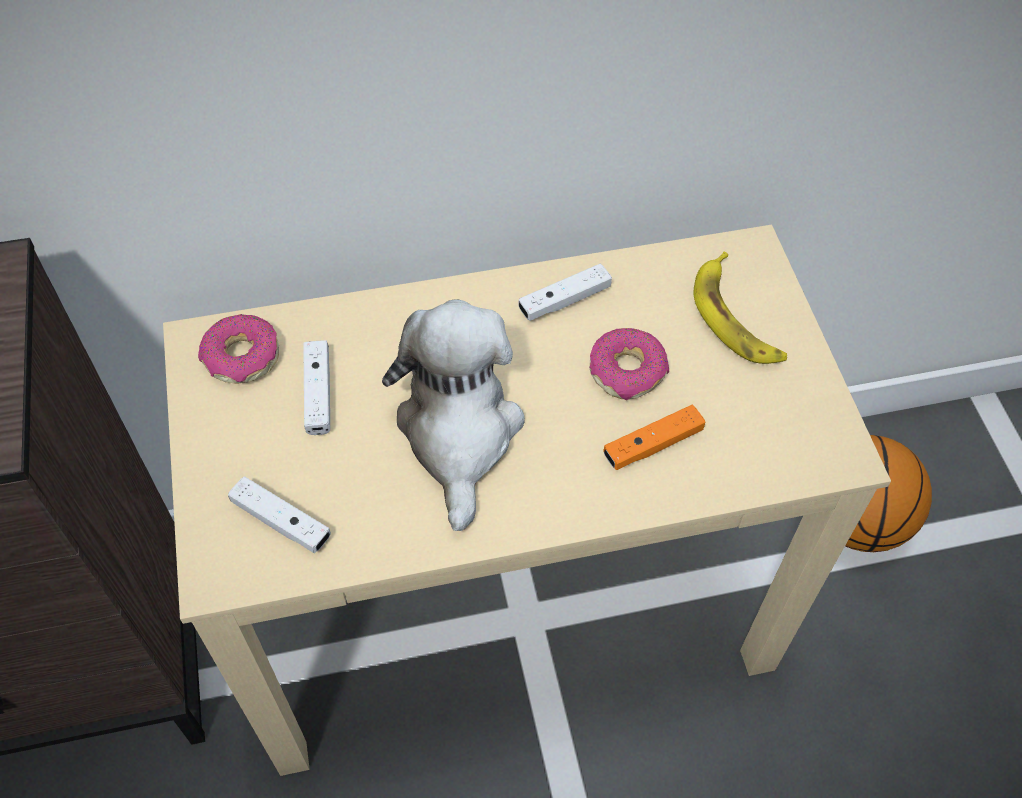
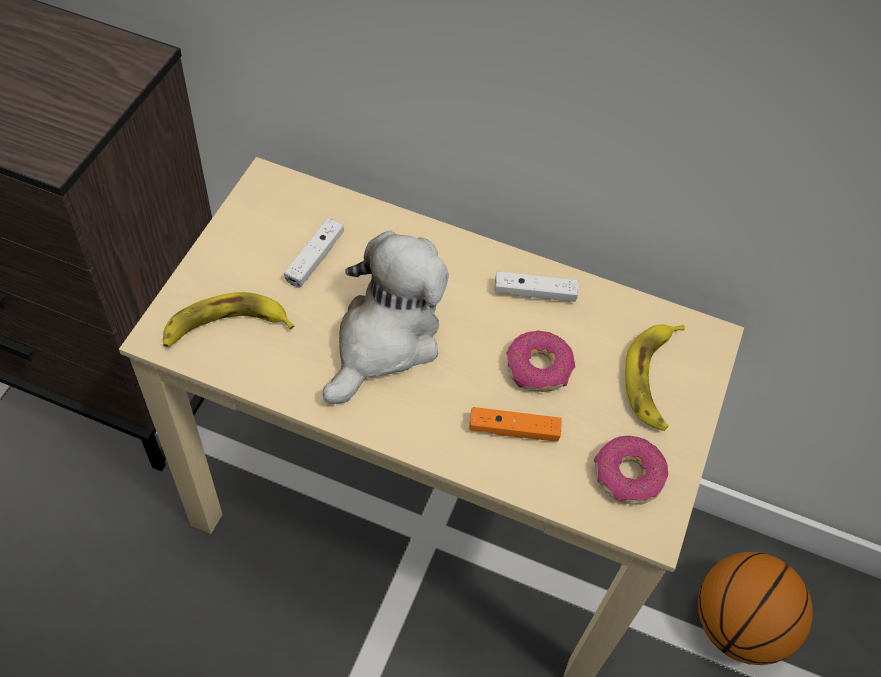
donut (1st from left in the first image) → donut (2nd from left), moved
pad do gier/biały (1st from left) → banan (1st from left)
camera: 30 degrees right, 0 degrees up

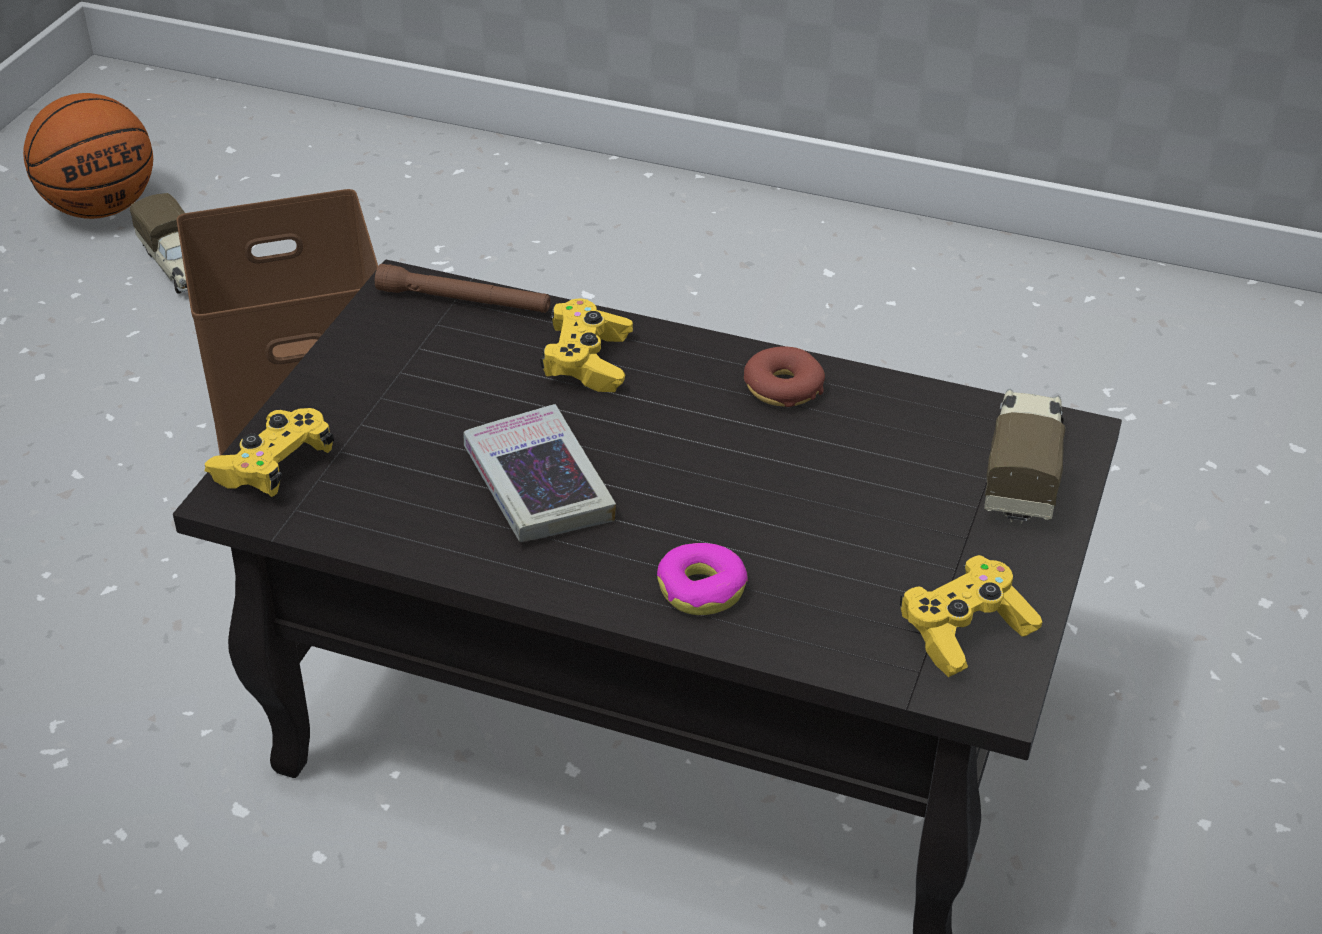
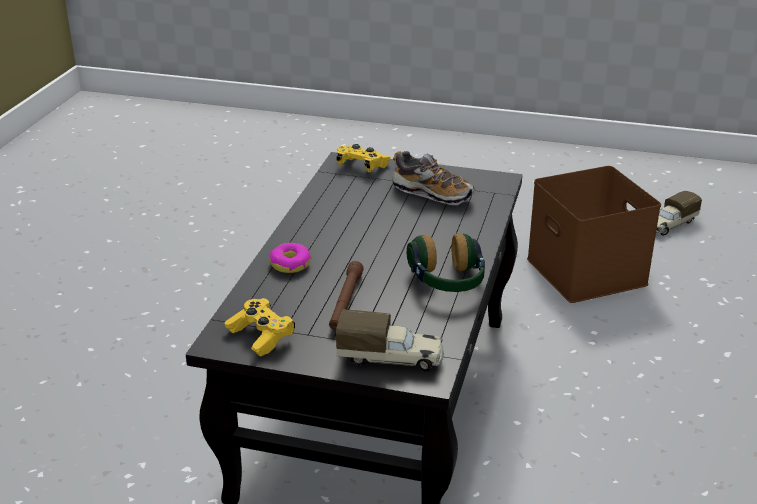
piłka do koszykówki → -
latarka/brązowy, moved
książka → -
pad do gier/żółty (2nd from left) → -
donut (2nd from left) → słuchawki
- → but
camera: 85 degrees right, 10 degrees down

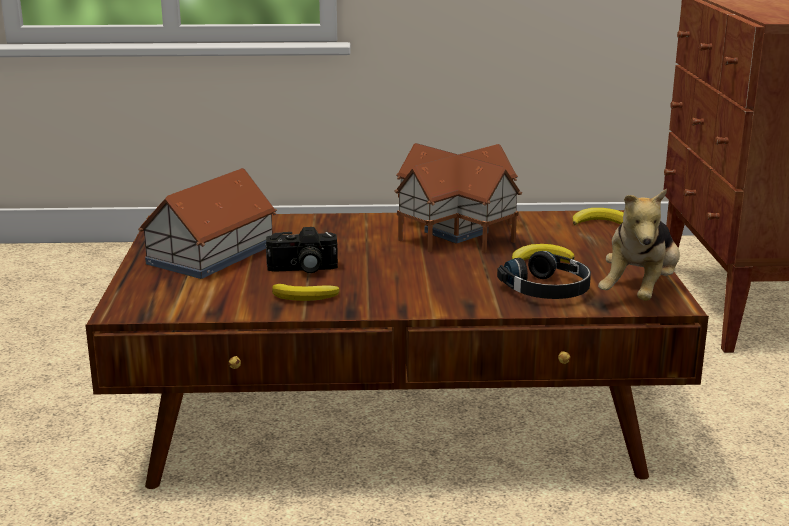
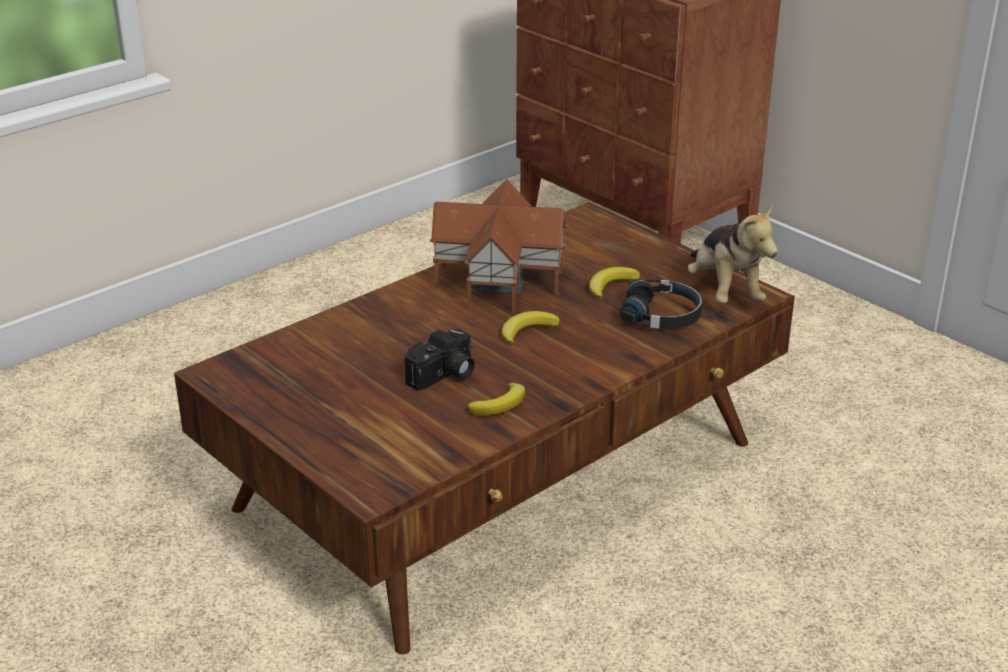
domek (1st from left) → -
banan (3rd from left in the first image) → banan (2nd from left), moved
camera: 40 degrees left, 10 degrees up

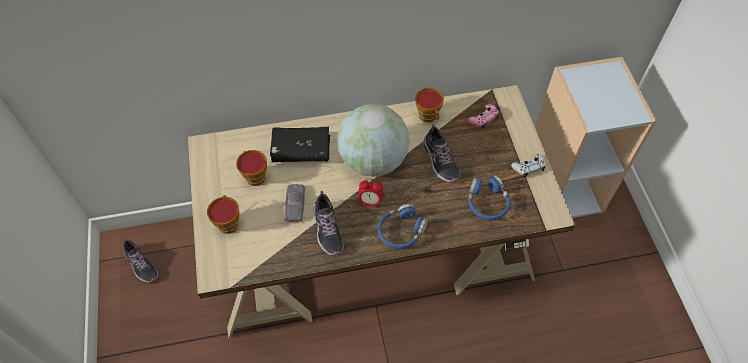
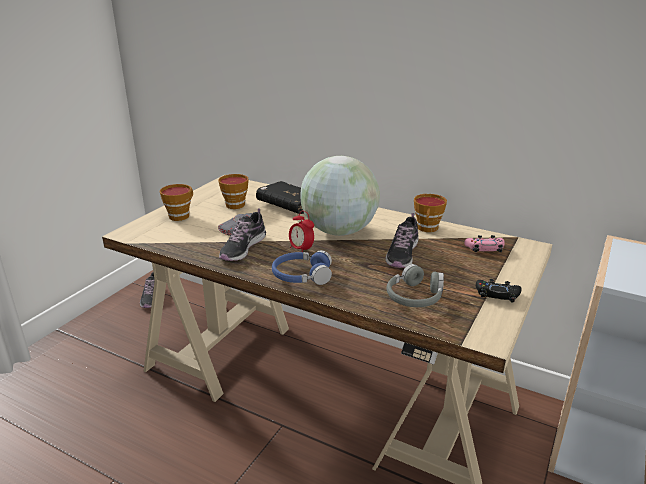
słuchawki/niebieski (2nd from left) → słuchawki/szary
pad do gier/biały → pad do gier/czarny
camera: 40 degrees right, 30 degrees down

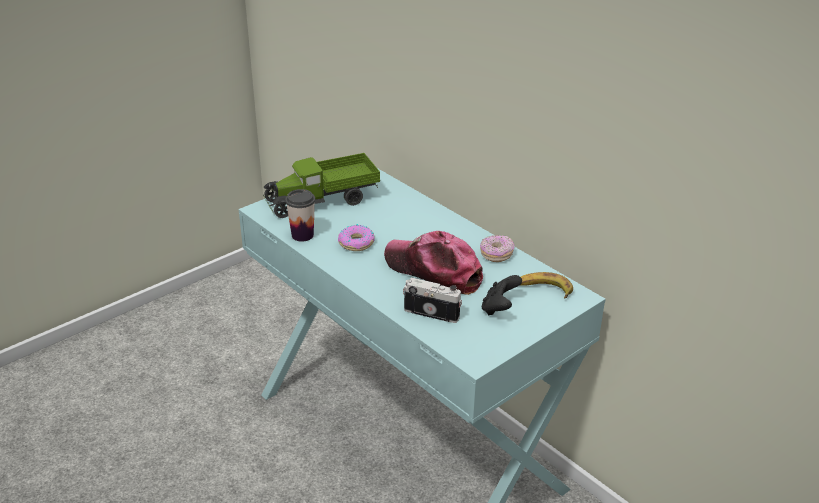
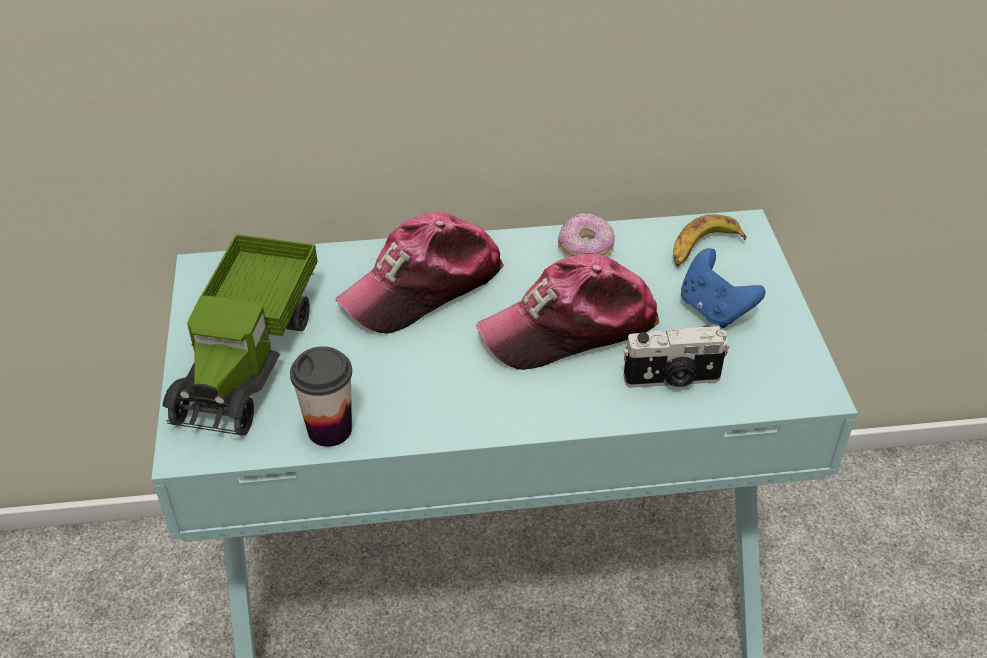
donut (1st from left) → -
aparat fotograficzny, 150 degrees counterclockwise
pad do gier/czarny → pad do gier/niebieski
- → czapka z daszkiem (1st from left)
camera: 55 degrees left, 10 degrees up

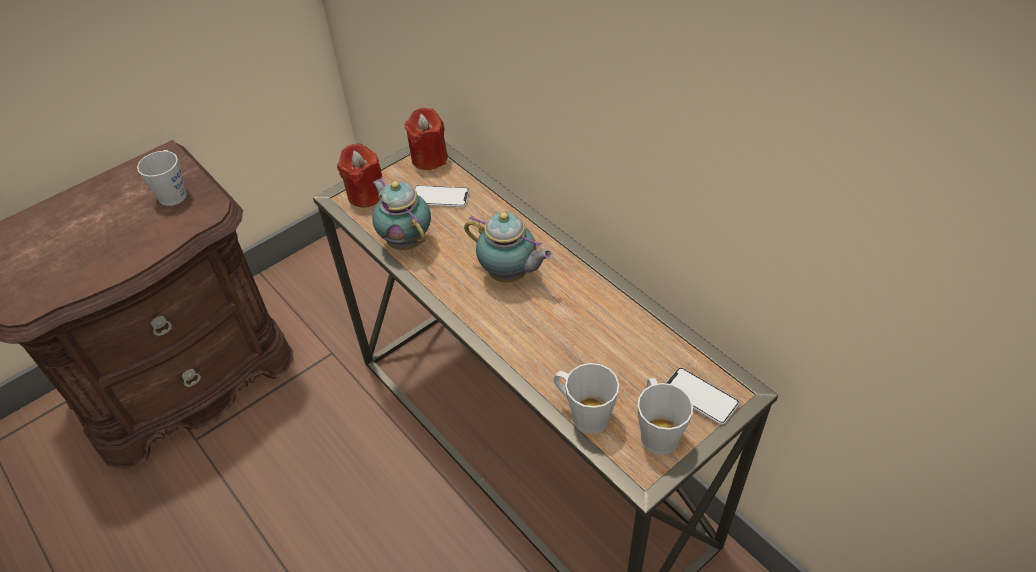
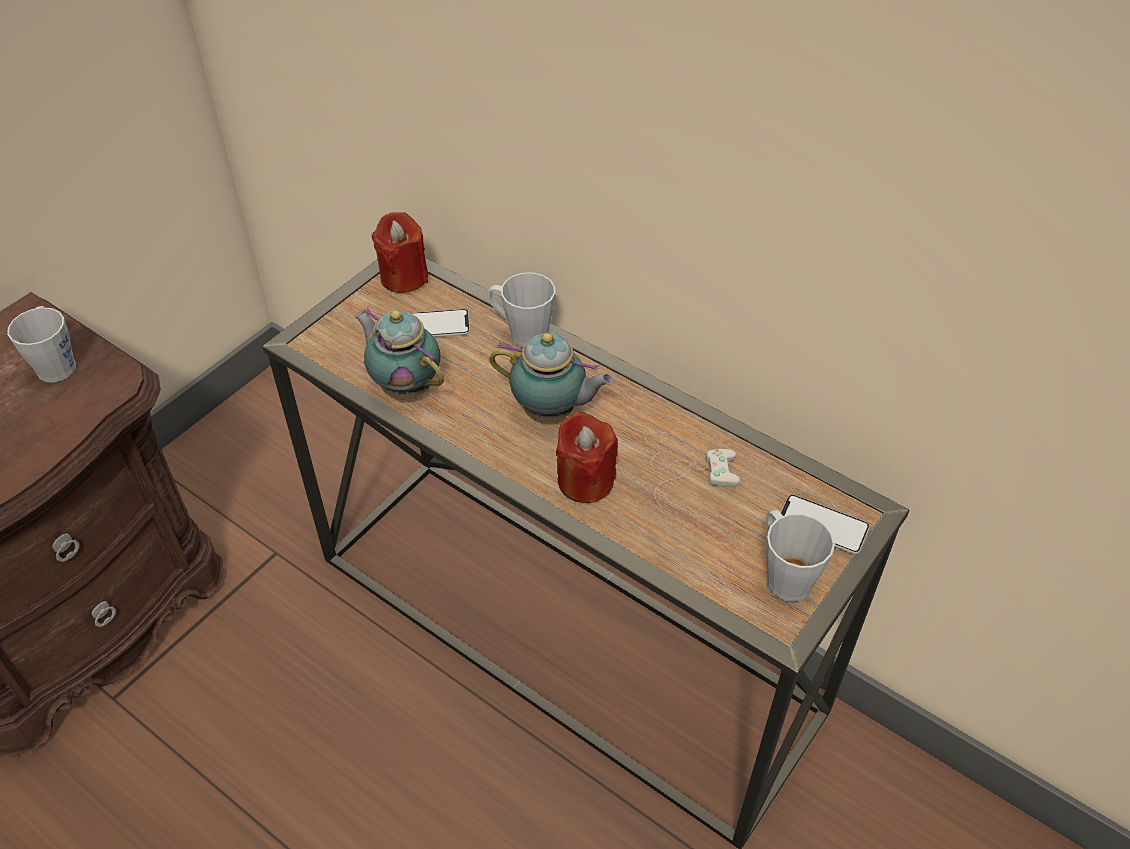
świeca/czerwony (1st from left in the first image) → świeca/czerwony (2nd from left), moved
kubek/szary (2nd from left), moved
- → pad do gier/biały
camera: 15 degrees left, 0 degrees up

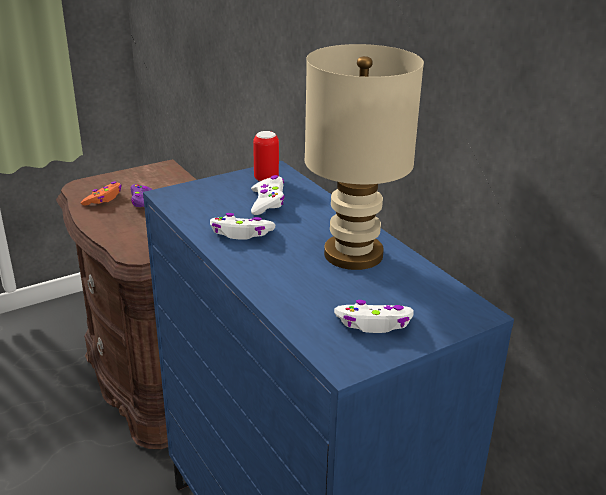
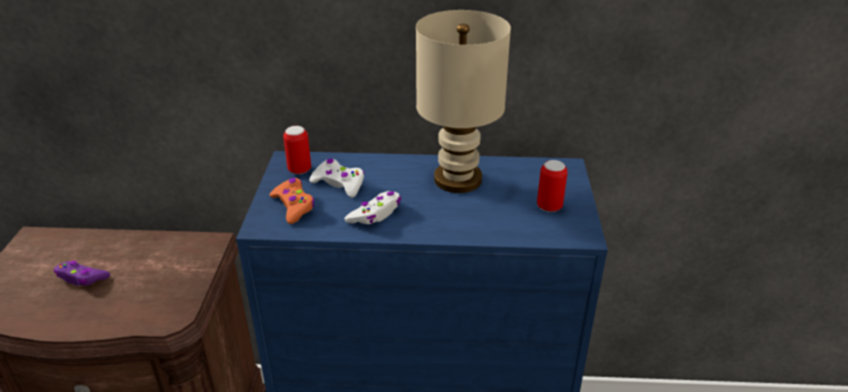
pad do gier/pomarańczowy, moved
pad do gier/biały (3rd from left) → puszka (2nd from left)
camera: 55 degrees left, 5 degrees up

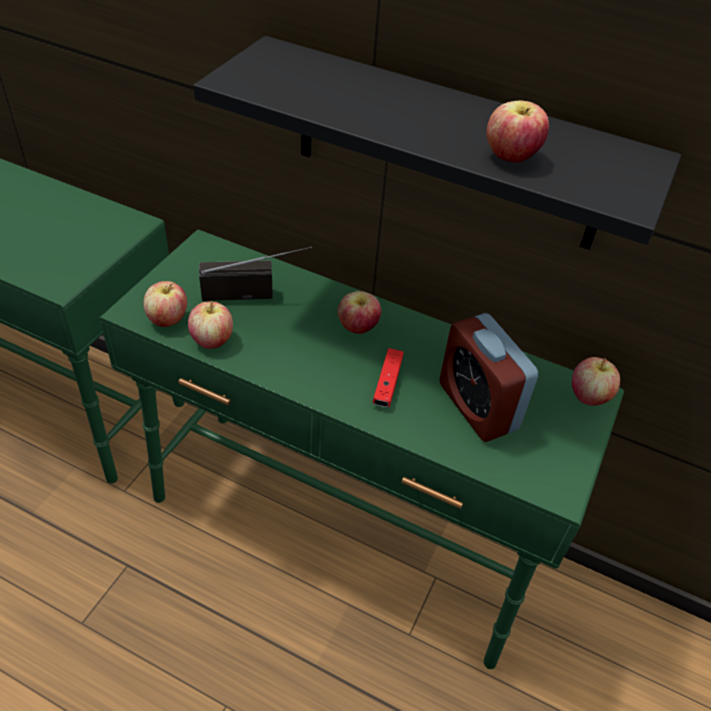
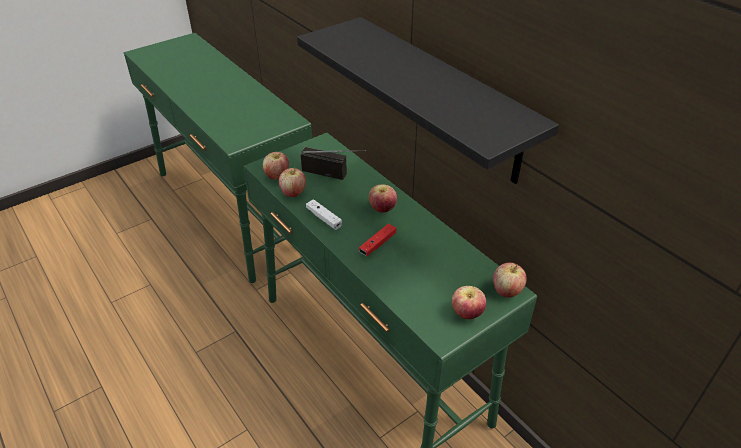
budzik → -
jabłko (4th from left), moved
- → pad do gier/biały
camera: 30 degrees right, 5 degrees down

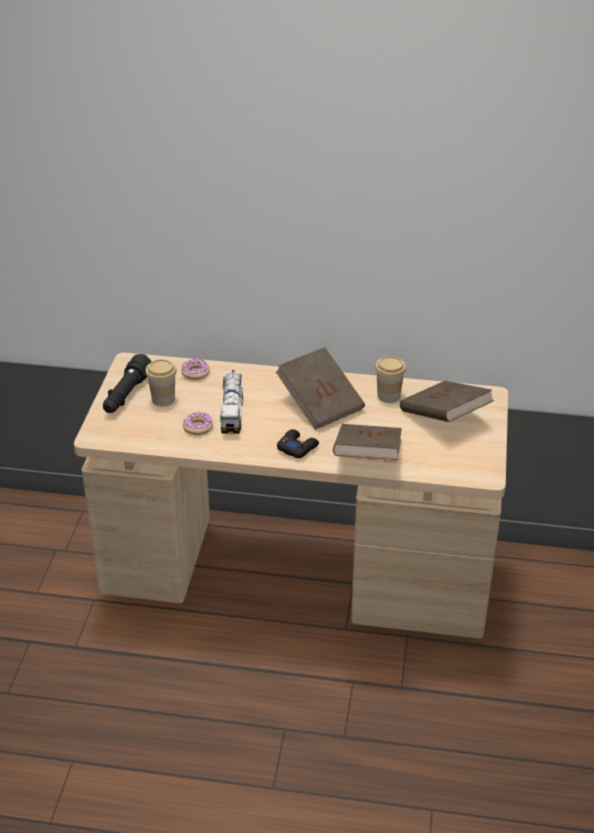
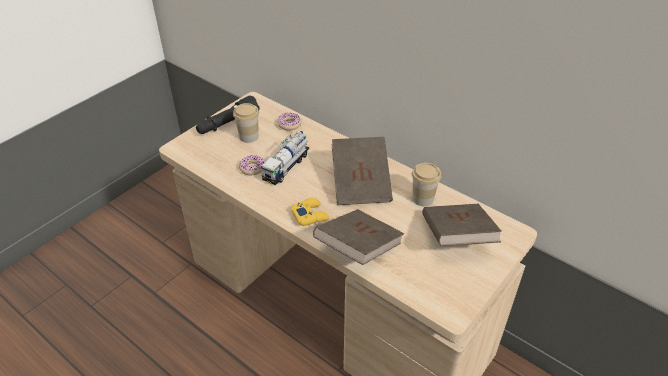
pad do gier/czarny → pad do gier/żółty
camera: 30 degrees right, 5 degrees up

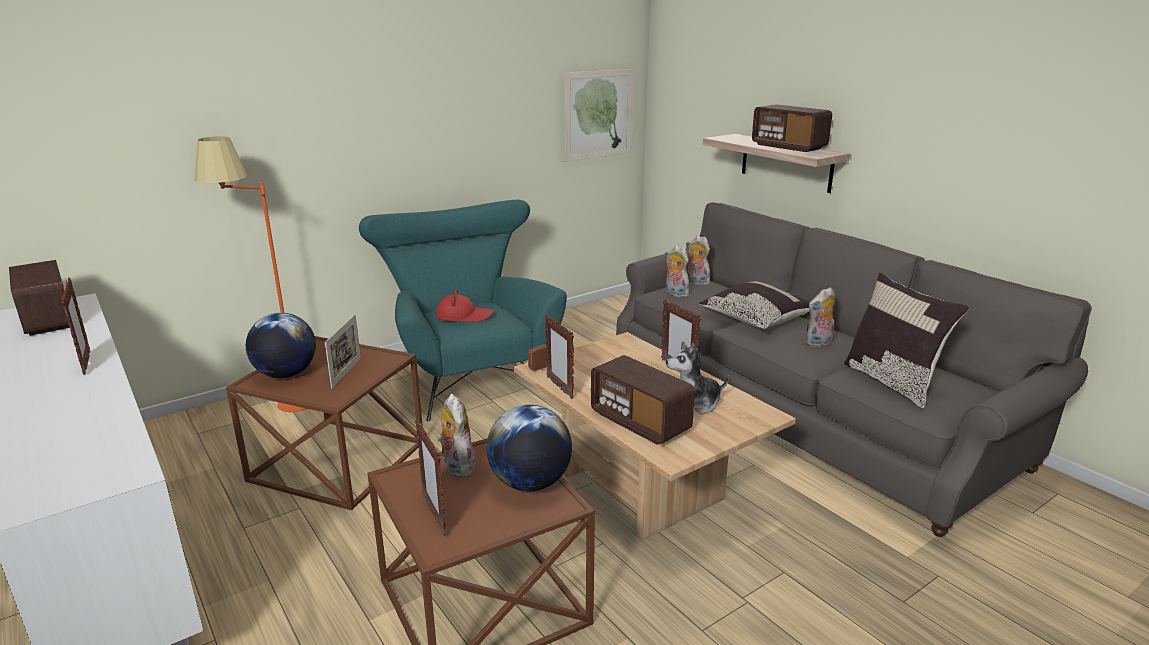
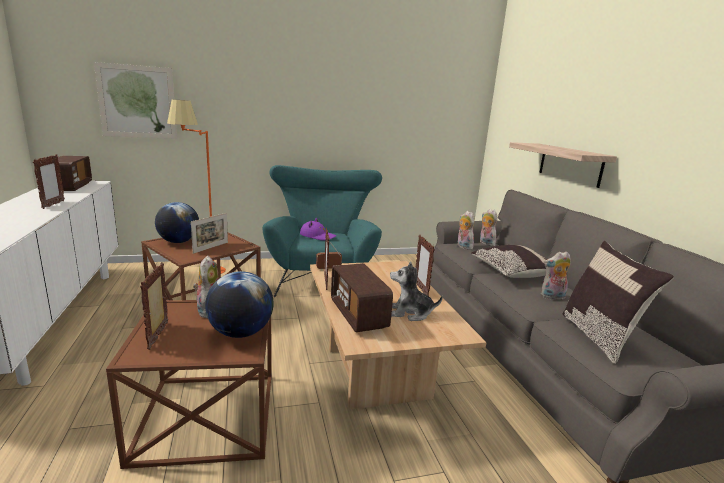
kapelusz/czerwony → kapelusz/fioletowy
obraz, moved
radio (4th from left) → -
camera: 20 degrees right, 5 degrees down

